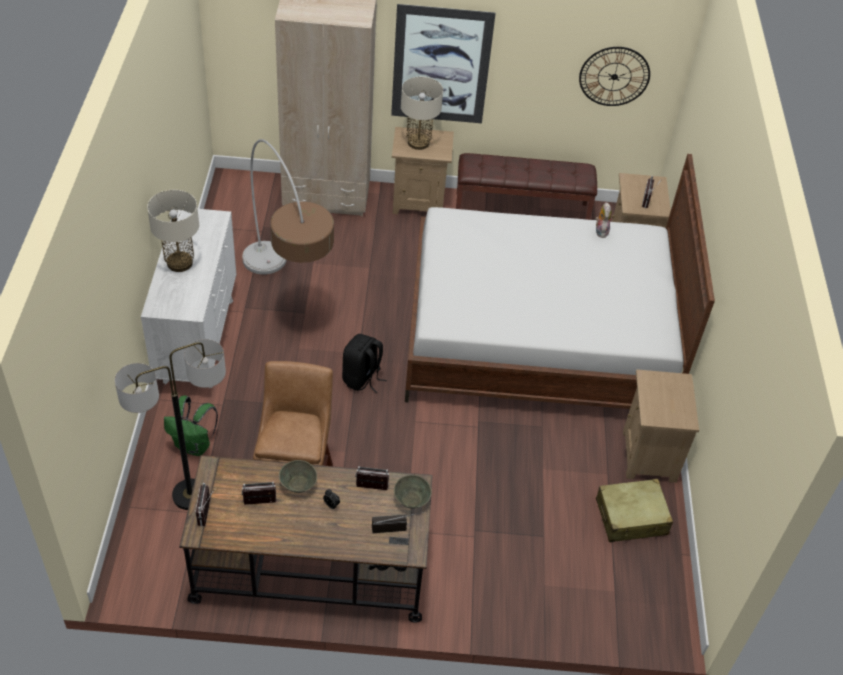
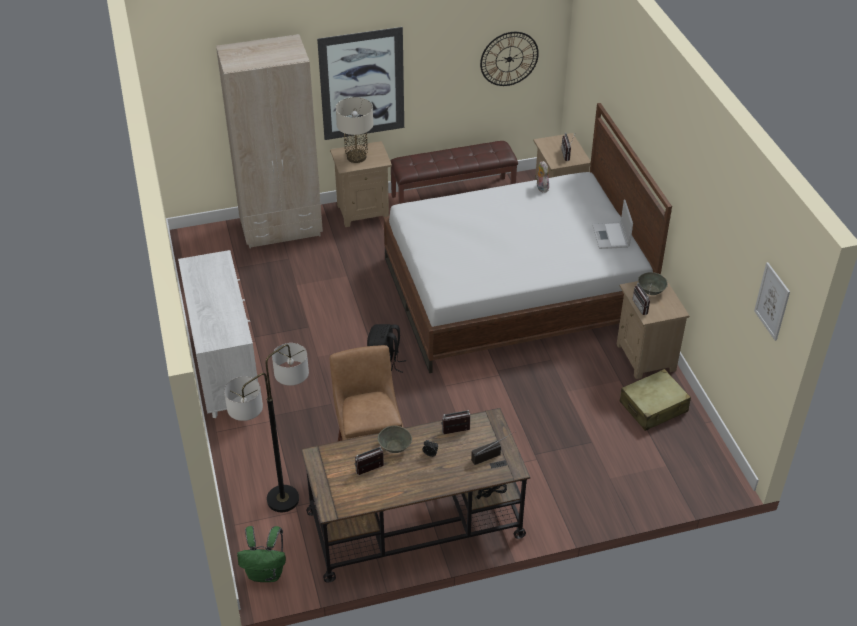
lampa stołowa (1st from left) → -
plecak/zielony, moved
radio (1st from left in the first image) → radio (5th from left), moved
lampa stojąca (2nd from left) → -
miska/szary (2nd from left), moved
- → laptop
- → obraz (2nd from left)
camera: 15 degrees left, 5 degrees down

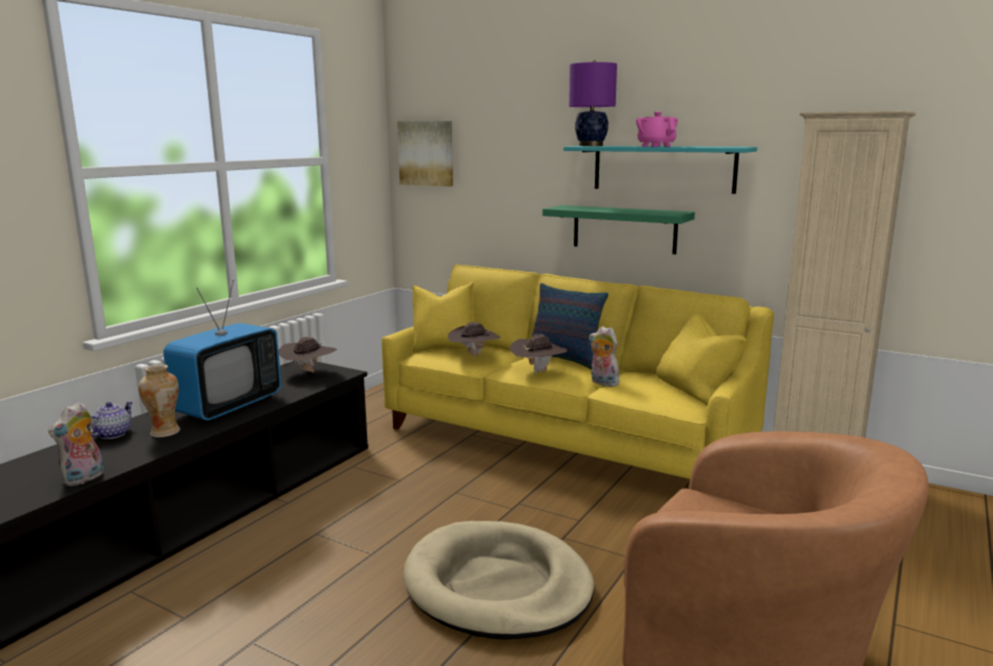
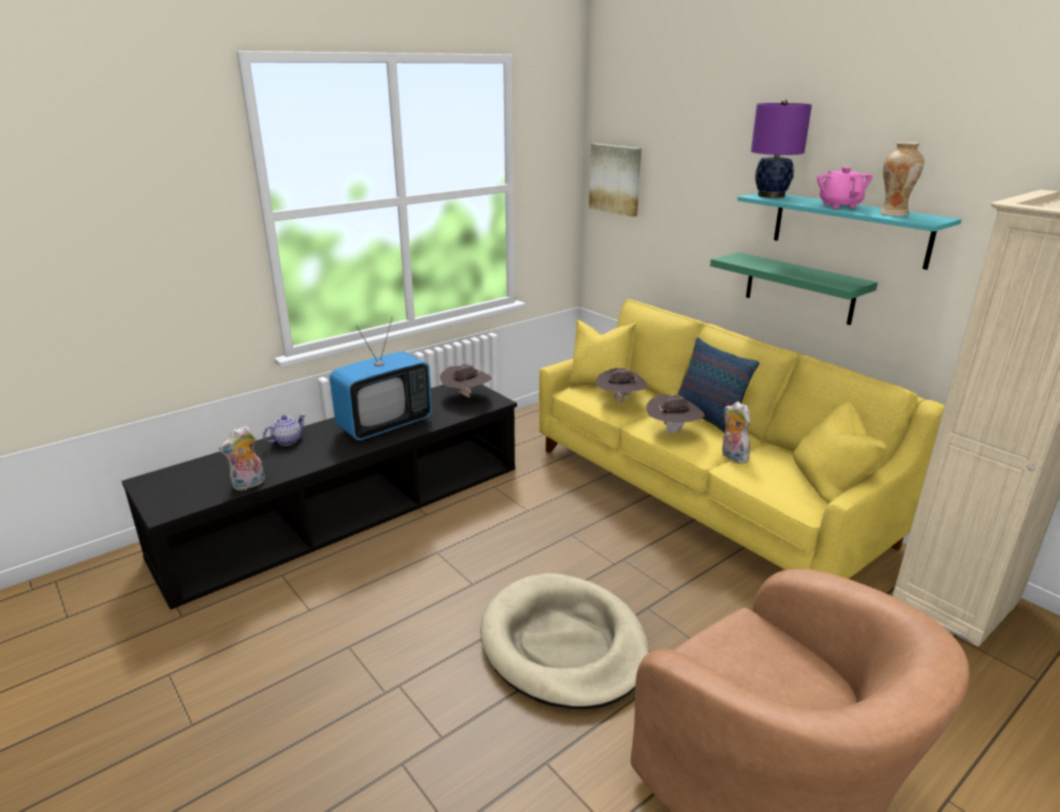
wazon, moved
camera: 20 degrees right, 10 degrees up

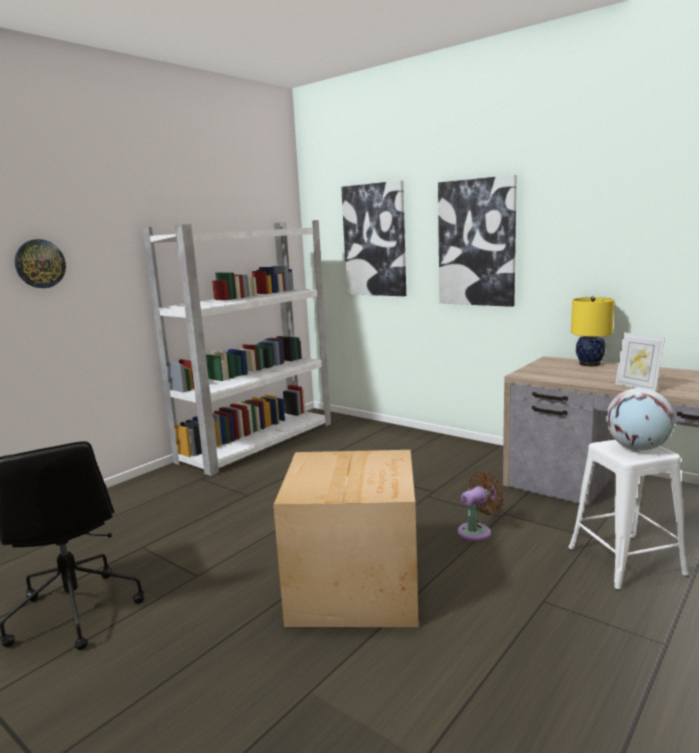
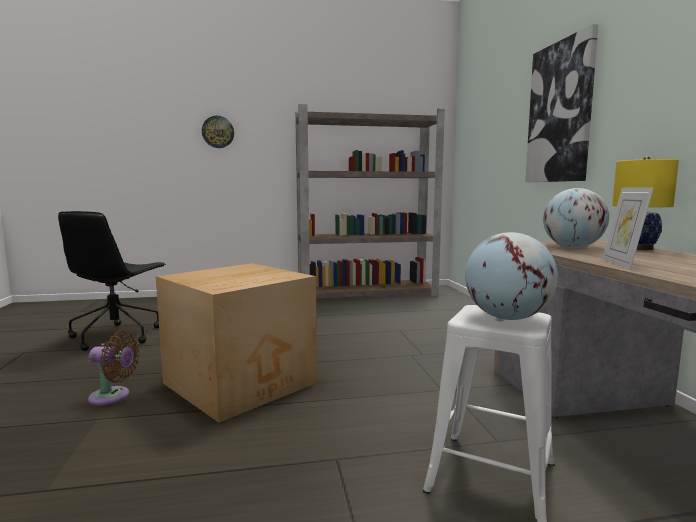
regał/biały → regał/brązowy
obraz (1st from left) → -
wentylator/brązowy, moved
- → globus (2nd from left)
camera: 40 degrees right, 5 degrees down

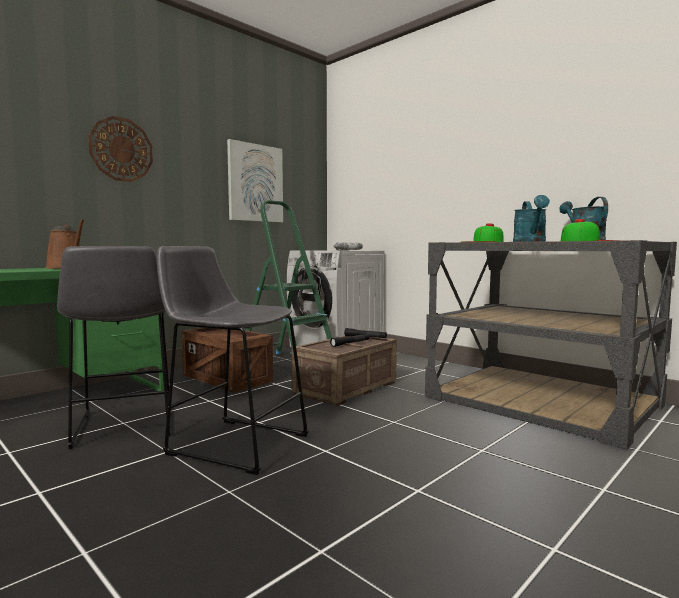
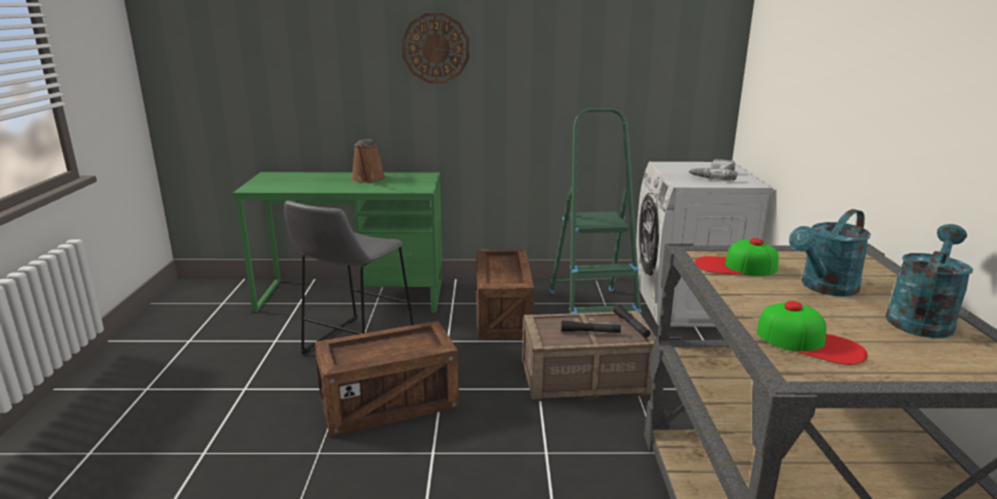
stołek/szary (2nd from left) → skrzynka (1st from left)
obraz → -
camera: 45 degrees right, 15 degrees up

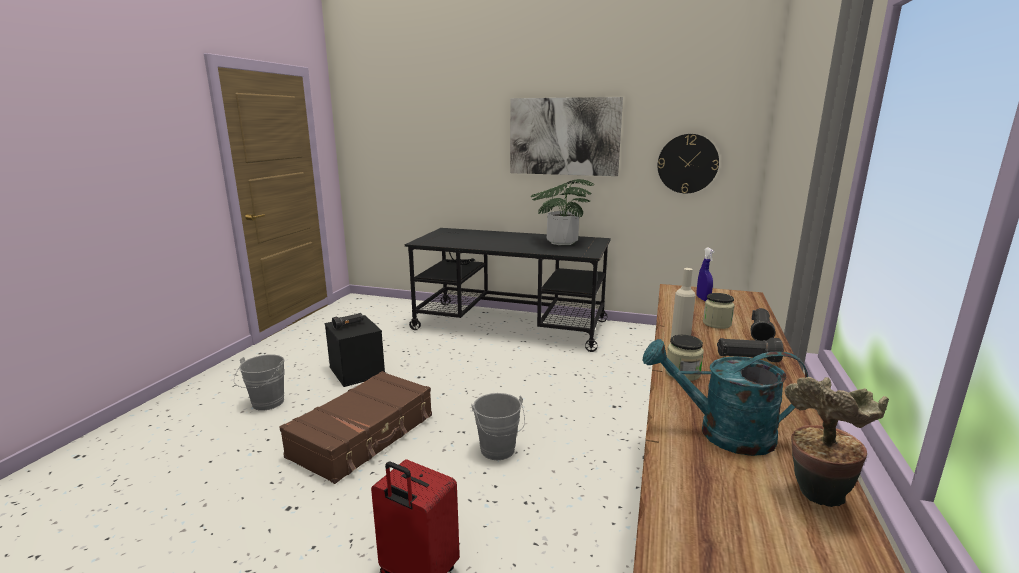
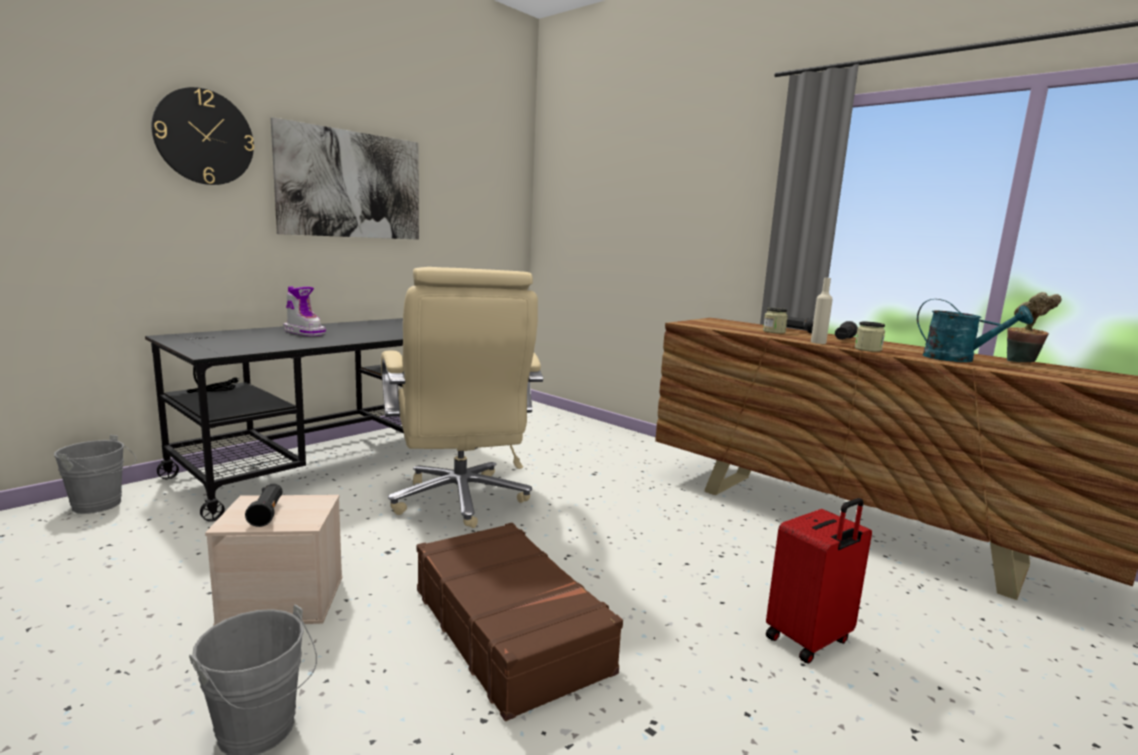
pojemnik do przechowywania/czarny → pojemnik do przechowywania/beżowy
wiadro/szary (2nd from left in the first image) → wiadro/szary (1st from left), moved
roślina doniczkowa (1st from left) → -
konewka/turkusowy, 90 degrees counterclockwise
zegar ścienny, moved
spryskiwacz/niebieski → -
- → but z cholewką
- → krzesło biurowe/beżowy
camera: 65 degrees left, 5 degrees down

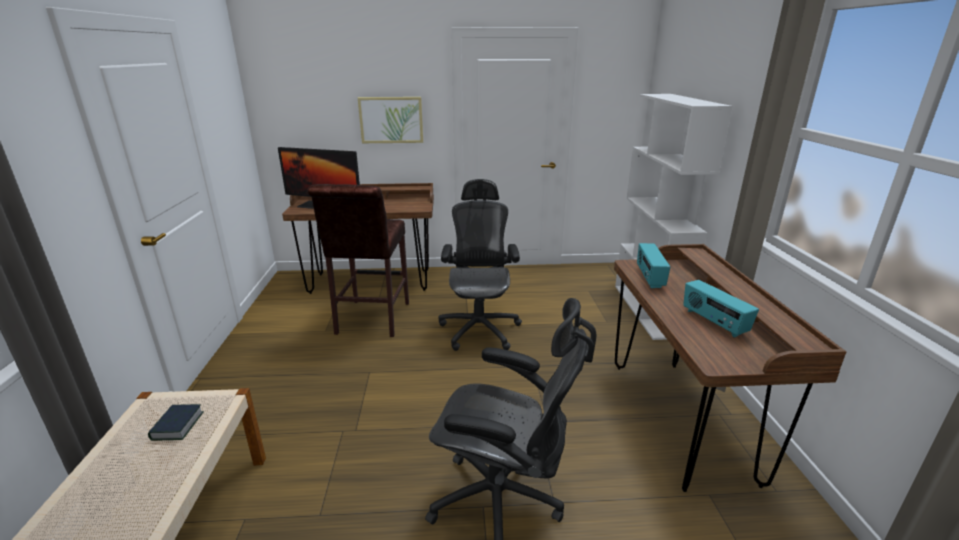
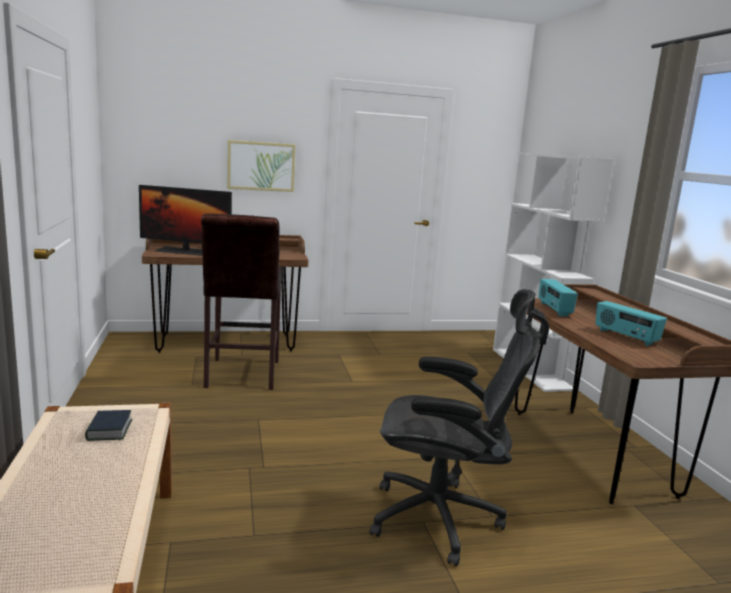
krzesło biurowe (1st from left) → -
camera: 10 degrees left, 10 degrees down

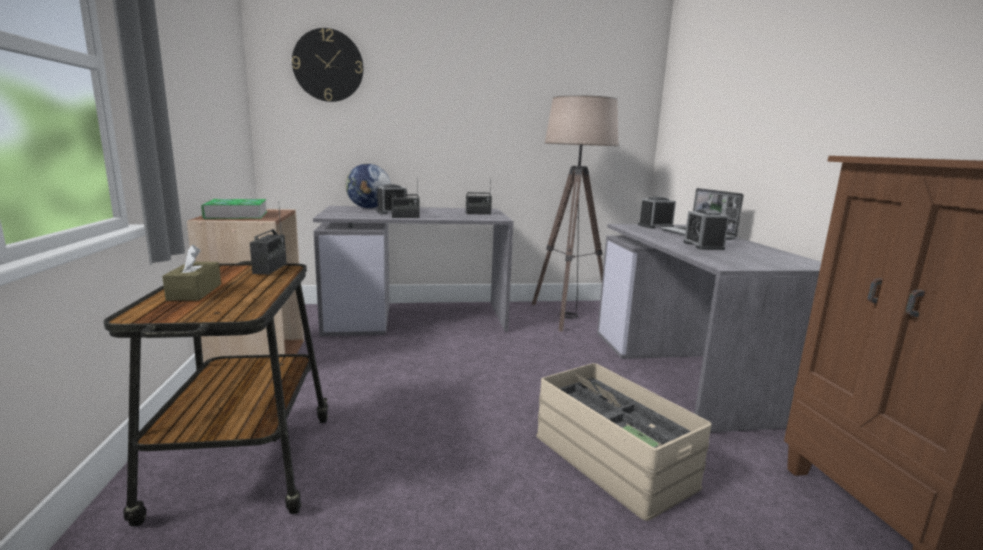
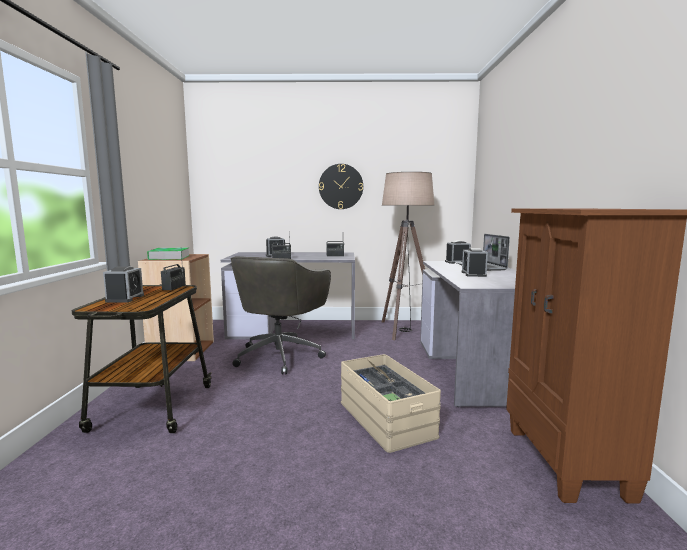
pudełko chusteczek/brązowy → budzik (1st from left)
zegar ścienny, moved
globus → -
- → krzesło biurowe/szary
camera: 10 degrees right, 5 degrees down

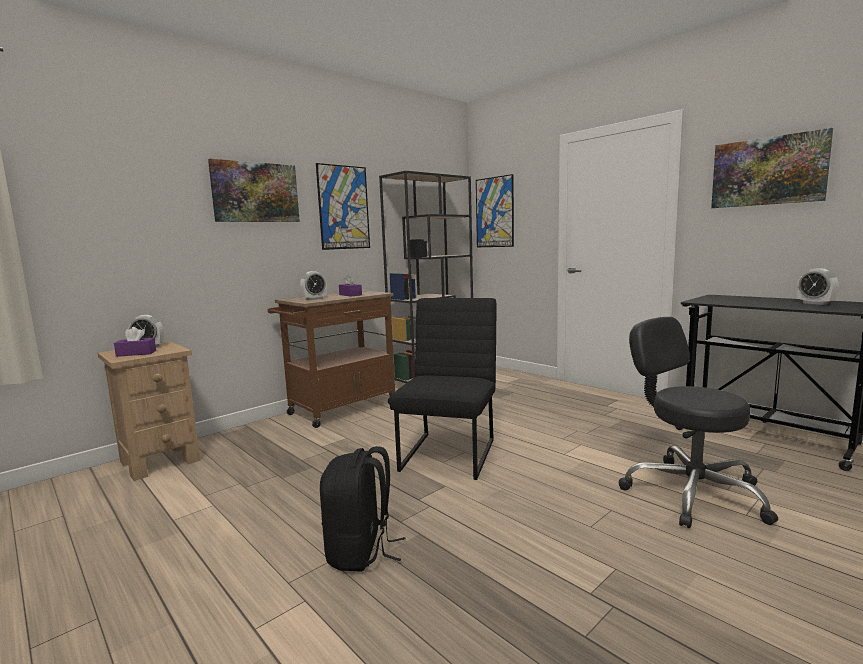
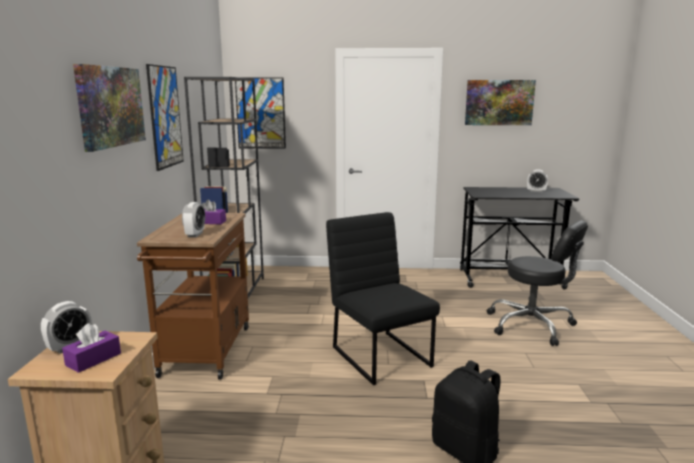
krzesło biurowe/czarny, 150 degrees counterclockwise
camera: 45 degrees left, 5 degrees up

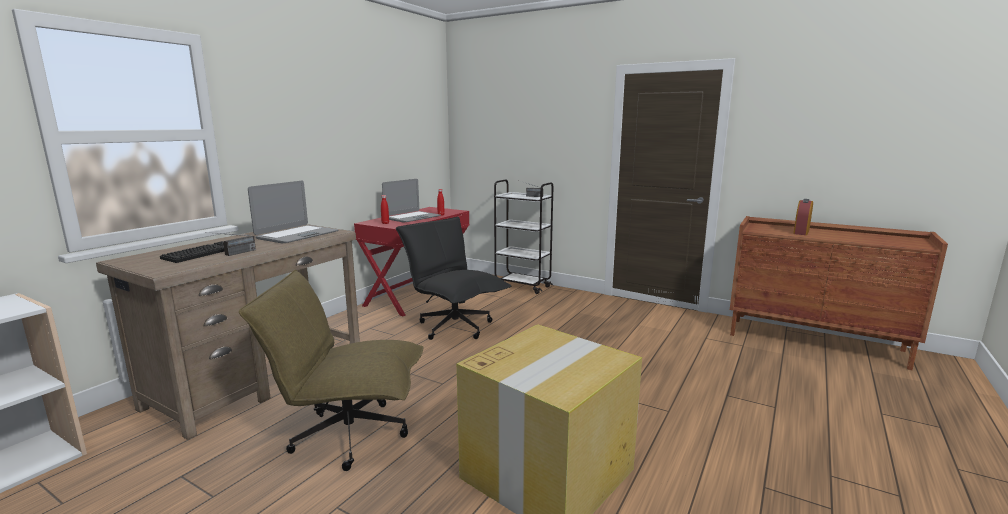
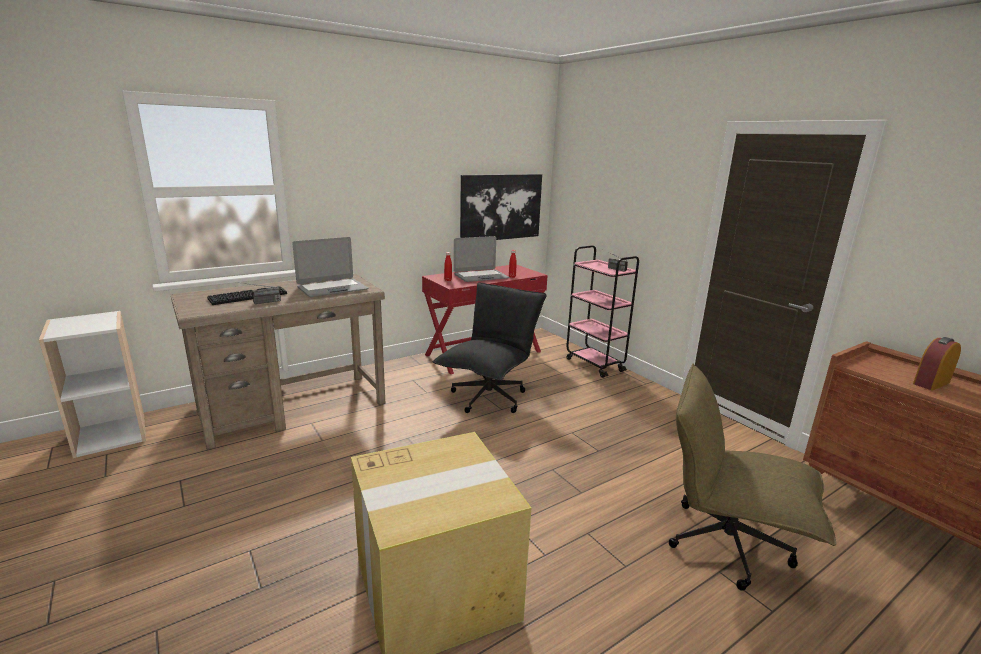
krzesło biurowe/beżowy, moved
krzesło biurowe/czarny, 45 degrees clockwise
wózek/biały → wózek/różowy
- → obraz
camera: 25 degrees right, 5 degrees up

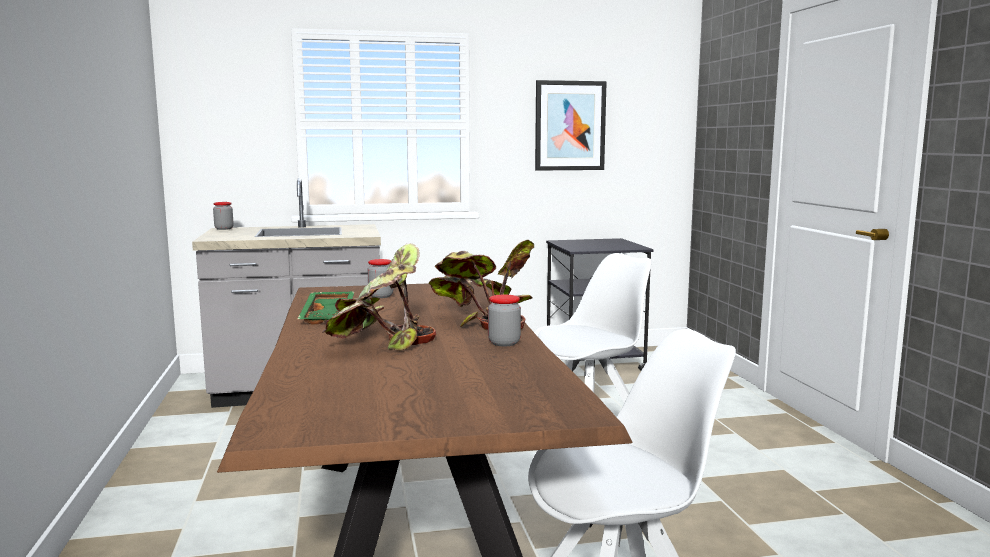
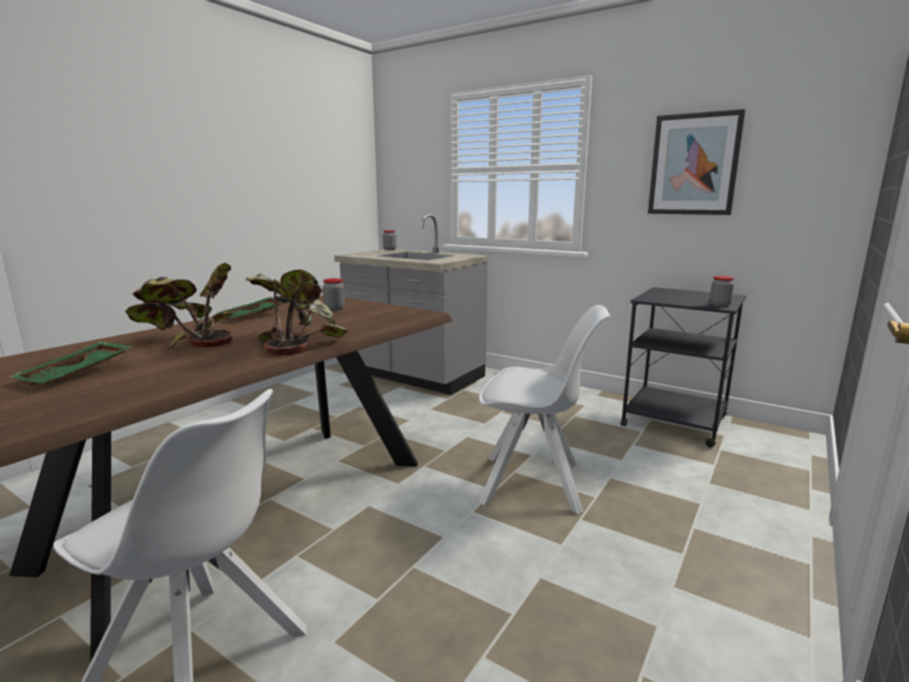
słoik (3rd from left), moved
- → taca/zielony (1st from left)
camera: 45 degrees right, 5 degrees up

